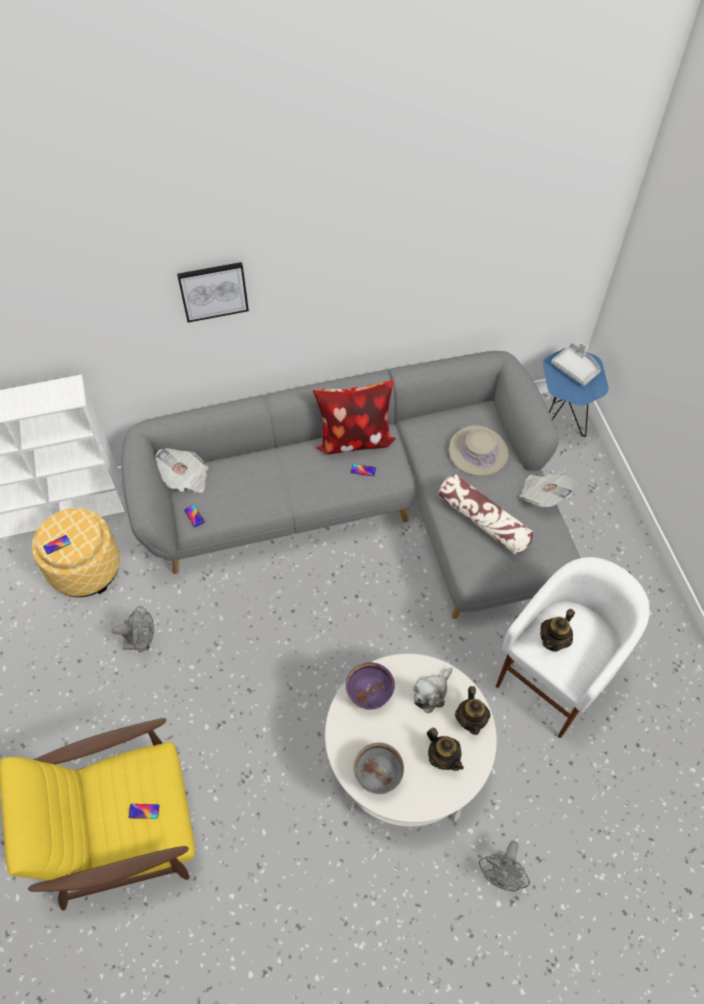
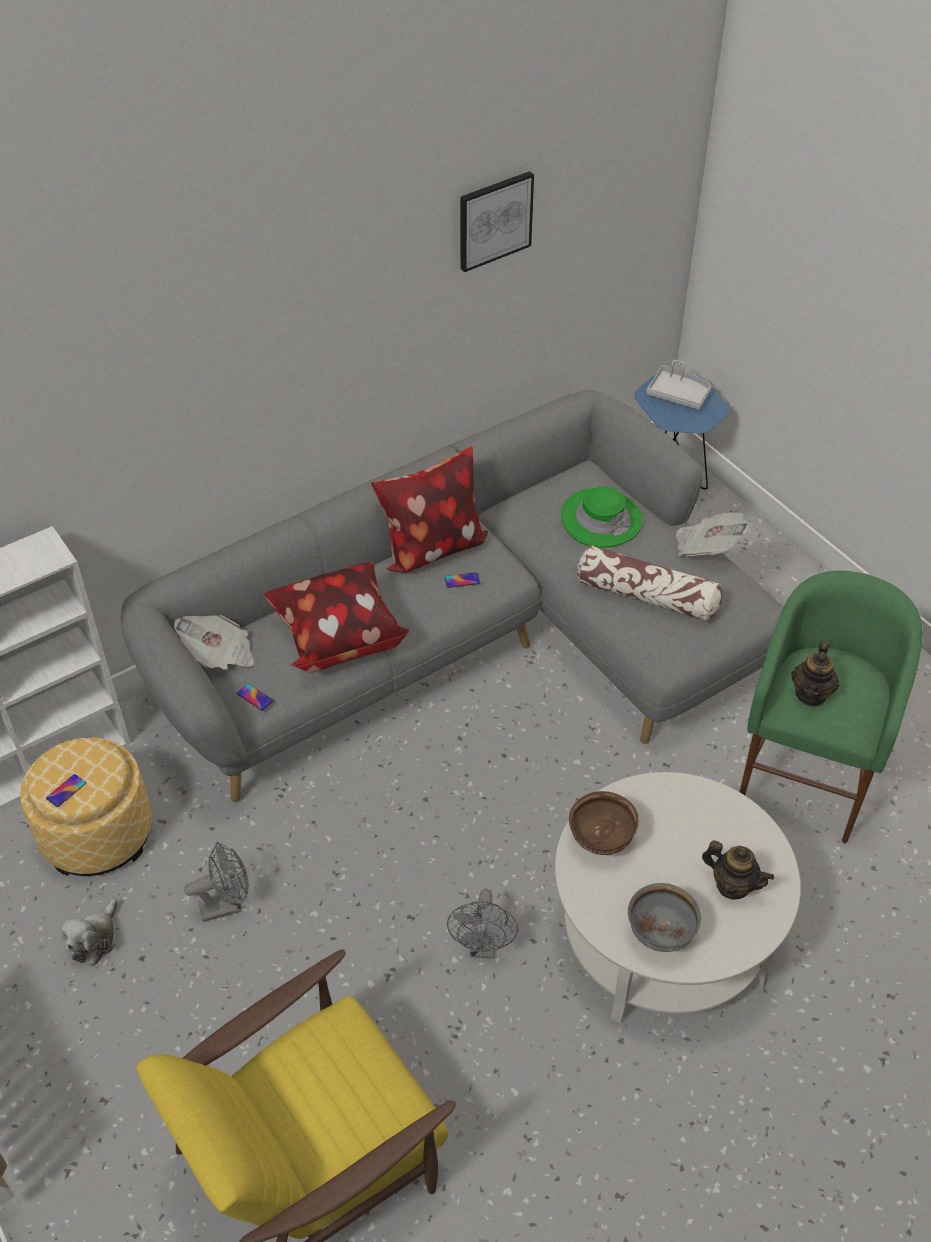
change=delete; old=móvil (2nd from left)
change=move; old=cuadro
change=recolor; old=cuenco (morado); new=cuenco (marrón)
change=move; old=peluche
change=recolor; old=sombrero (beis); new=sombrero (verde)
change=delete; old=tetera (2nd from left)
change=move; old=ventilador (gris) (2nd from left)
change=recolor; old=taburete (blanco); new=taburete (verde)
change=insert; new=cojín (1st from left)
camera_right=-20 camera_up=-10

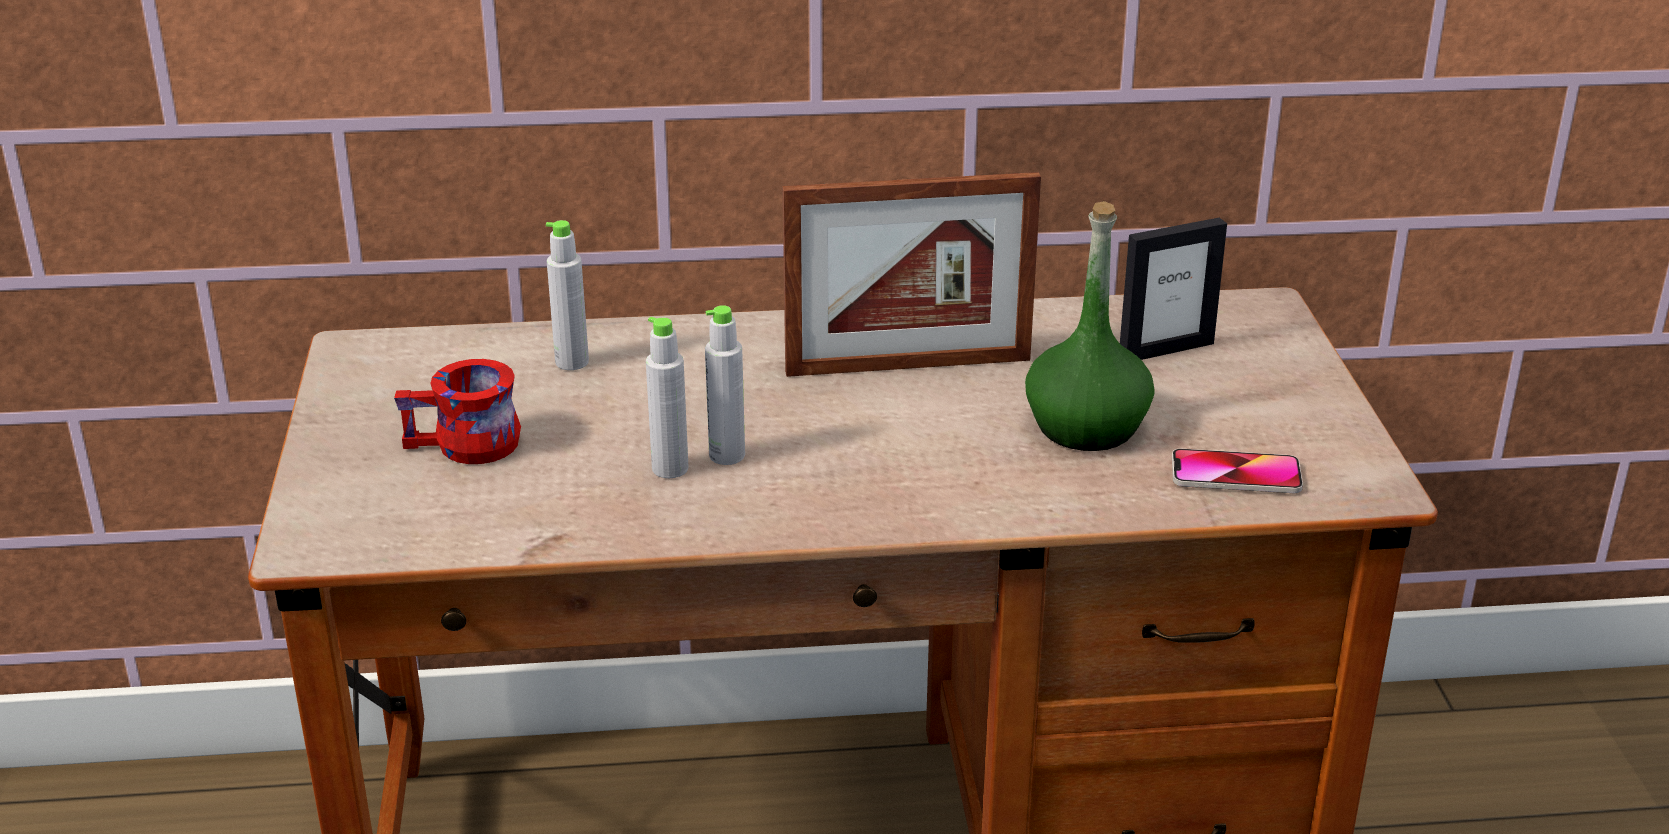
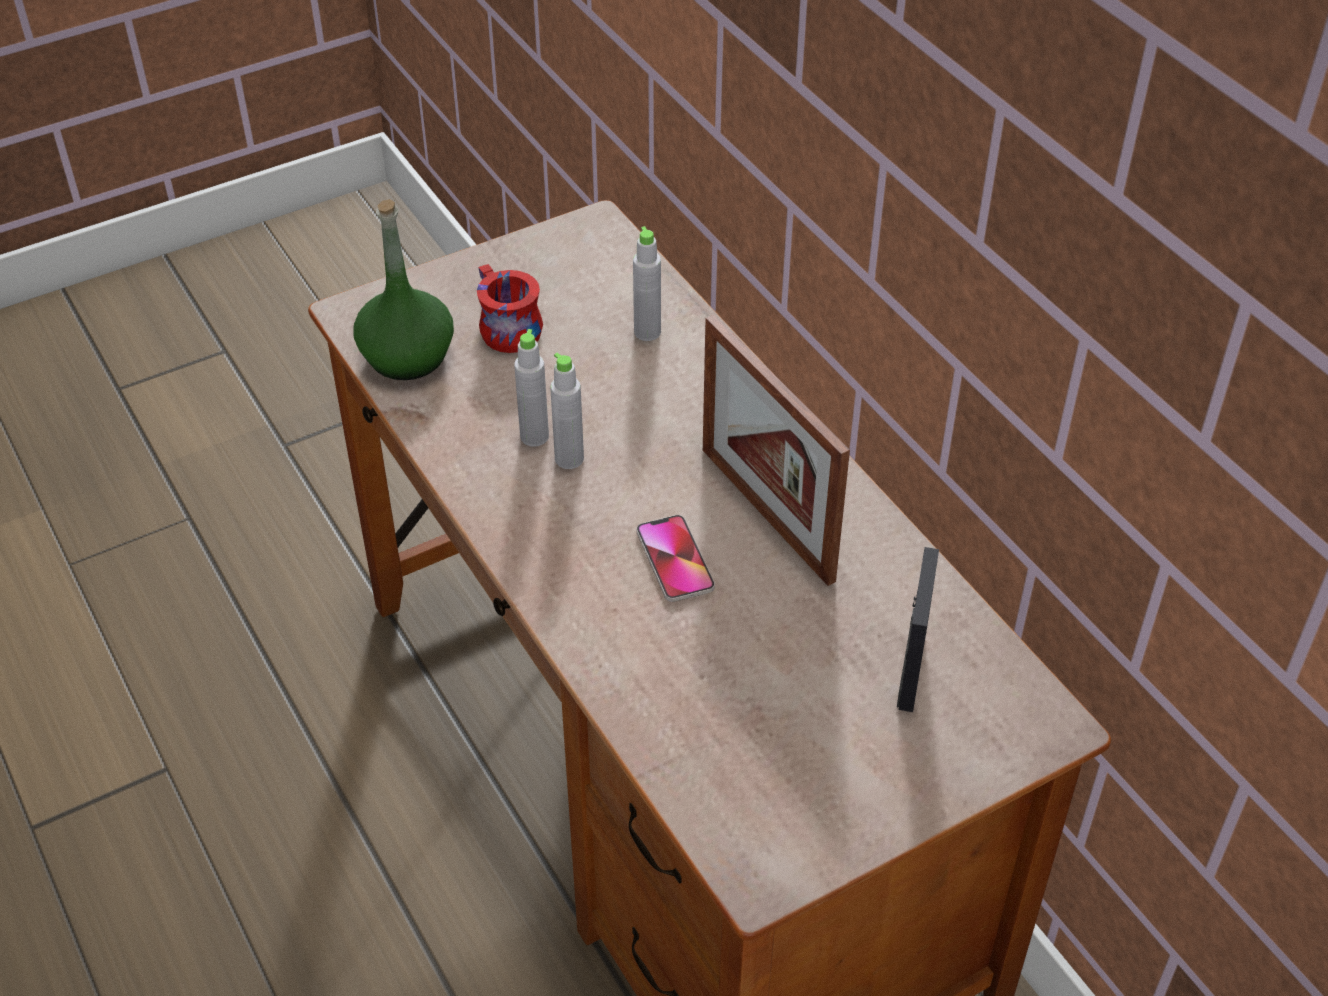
change=move; old=botella (verde)
change=rotate; old=portarretratos (2nd from left); degrees=-120
change=move; old=móvil
camera_right=65 camera_up=15

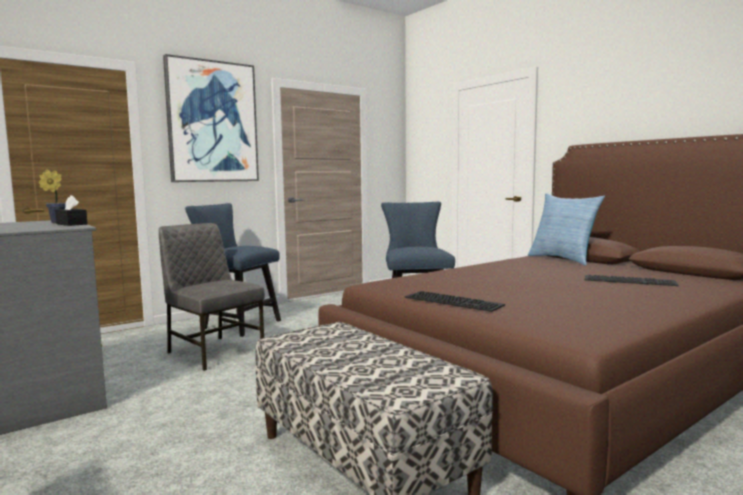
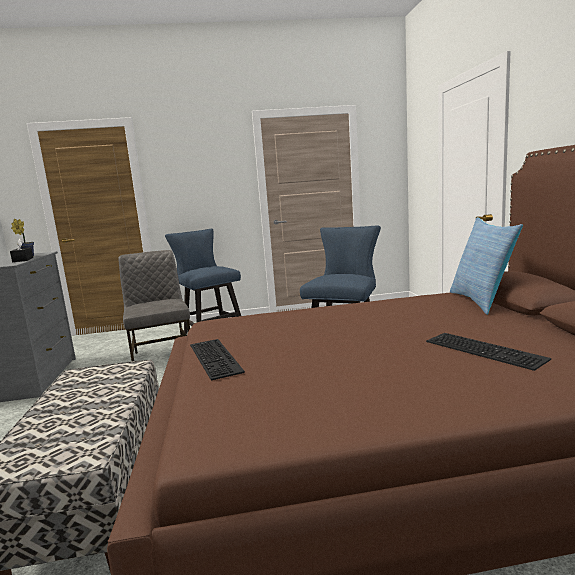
change=delete; old=cuadro
camera_right=30 camera_up=5

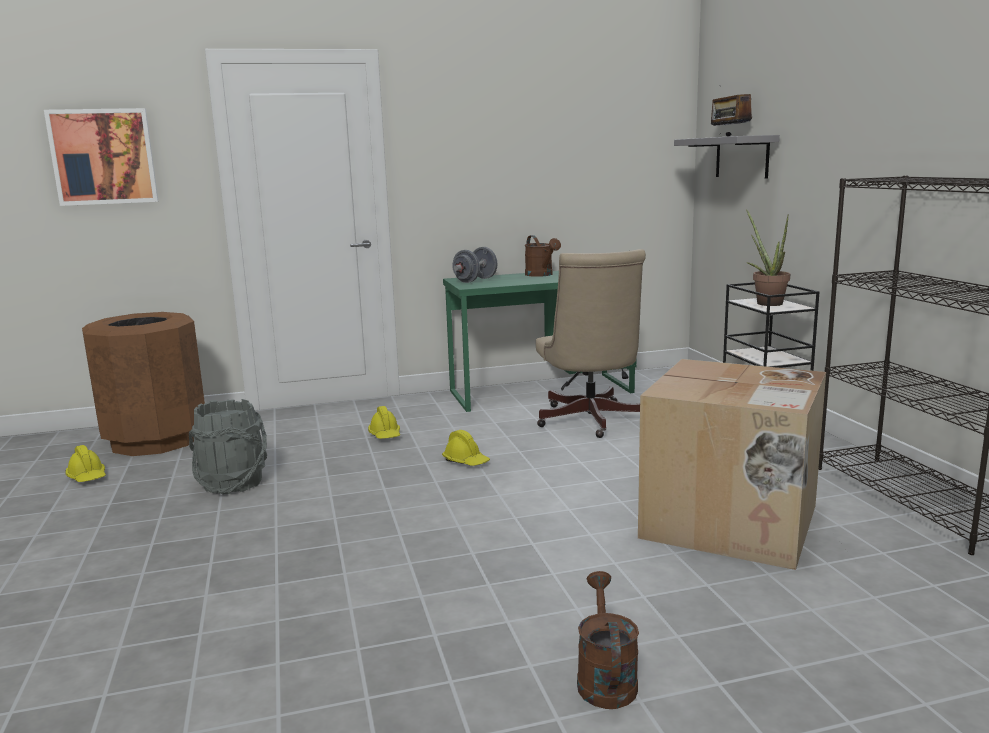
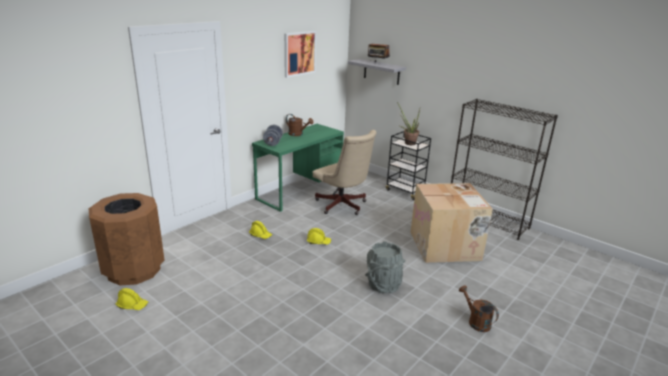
change=move; old=cuadro
change=move; old=cubo (gris)
camera_right=-35 camera_up=10

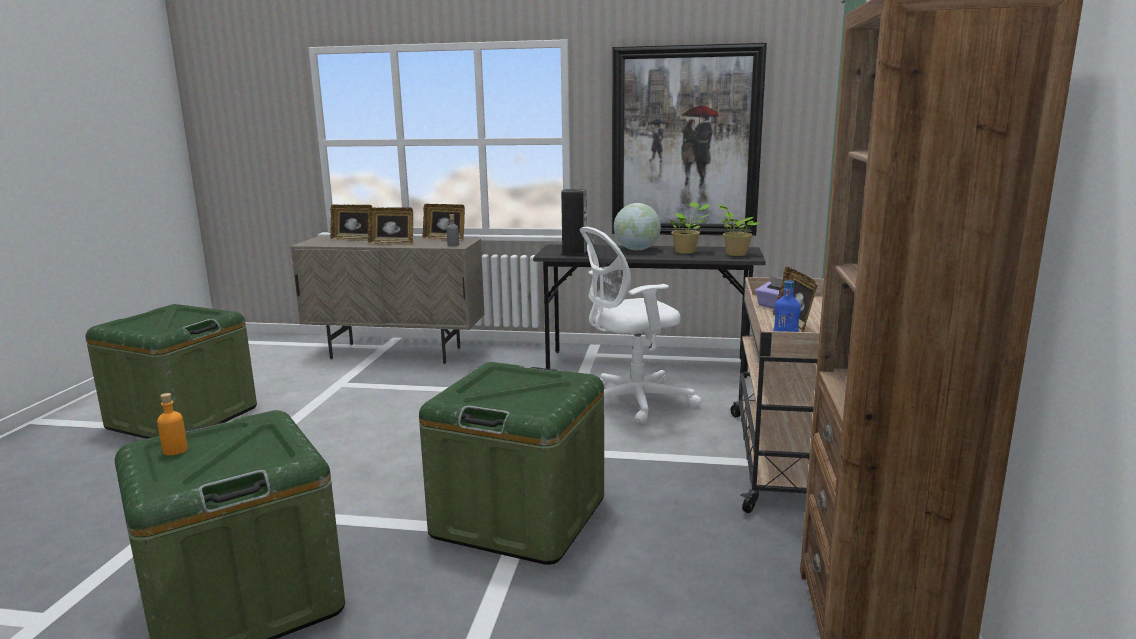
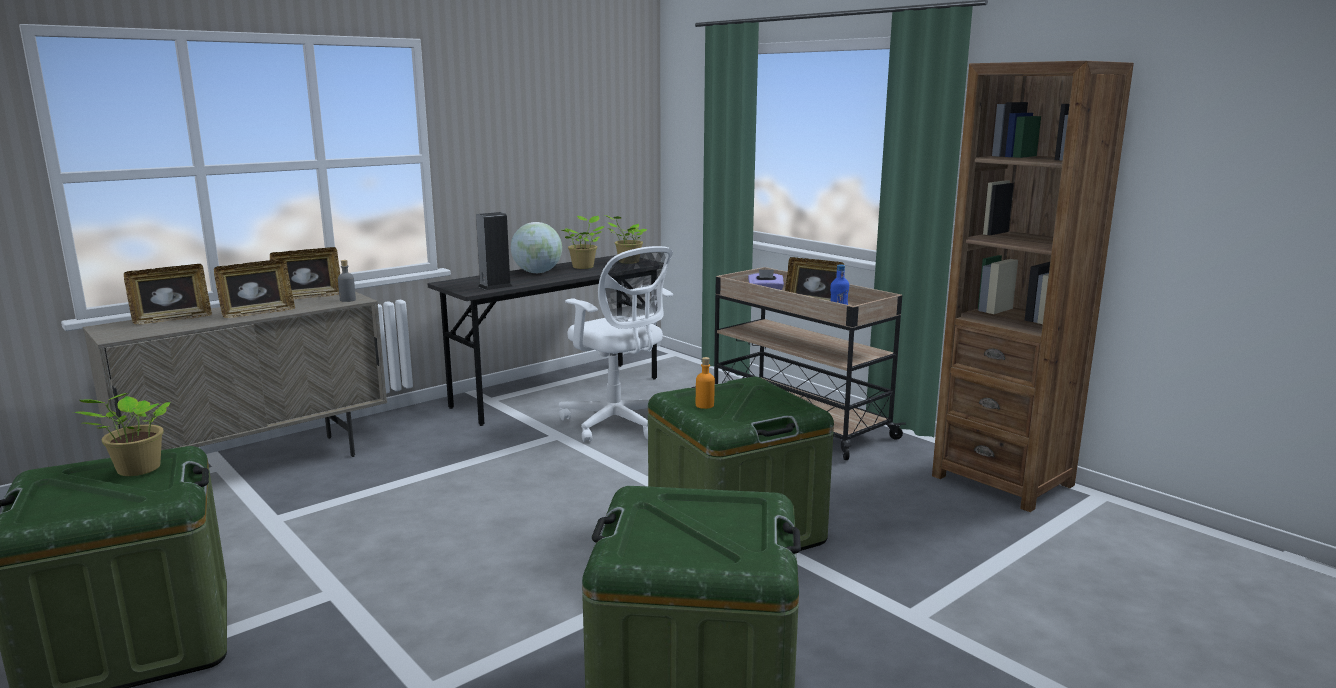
change=move; old=botella (naranja)
change=rotate; old=silla de oficina (blanco); degrees=-60
change=delete; old=cuadro
change=insert; new=planta en maceta (1st from left)
camera_right=-50 camera_up=0

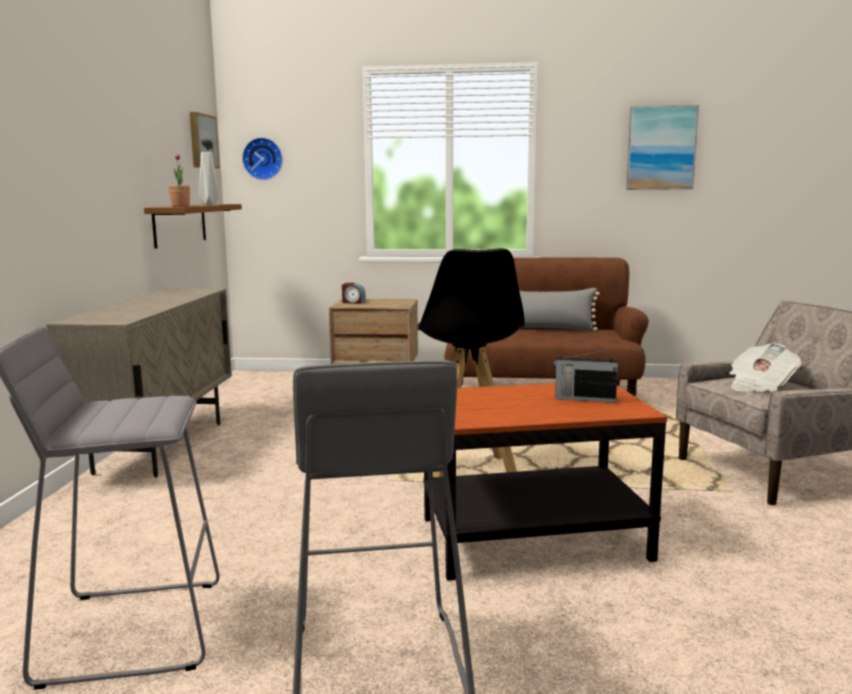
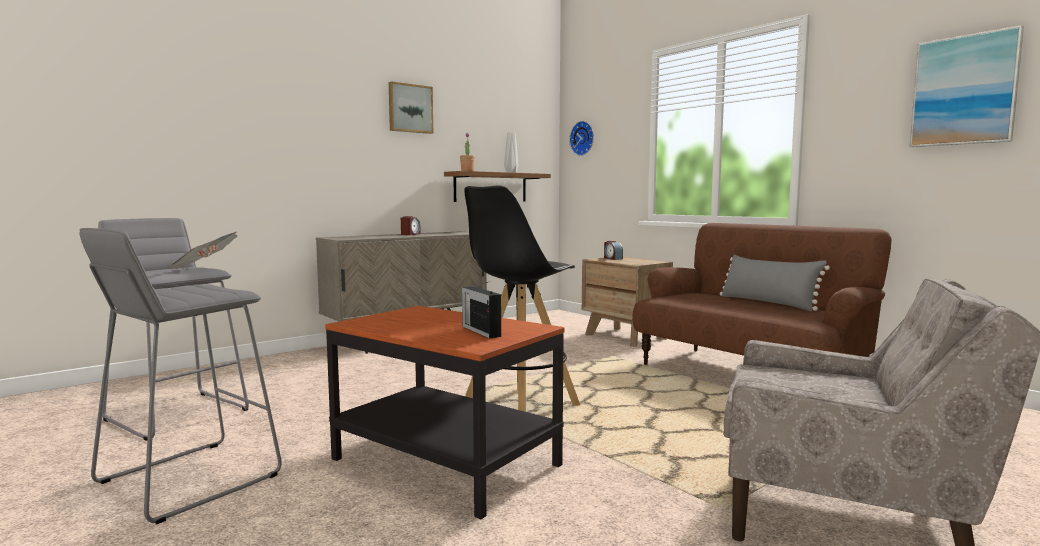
change=move; old=cuadro (1st from left)
change=move; old=periódico
change=insert; new=despertador (1st from left)
camera_right=45 camera_up=-5

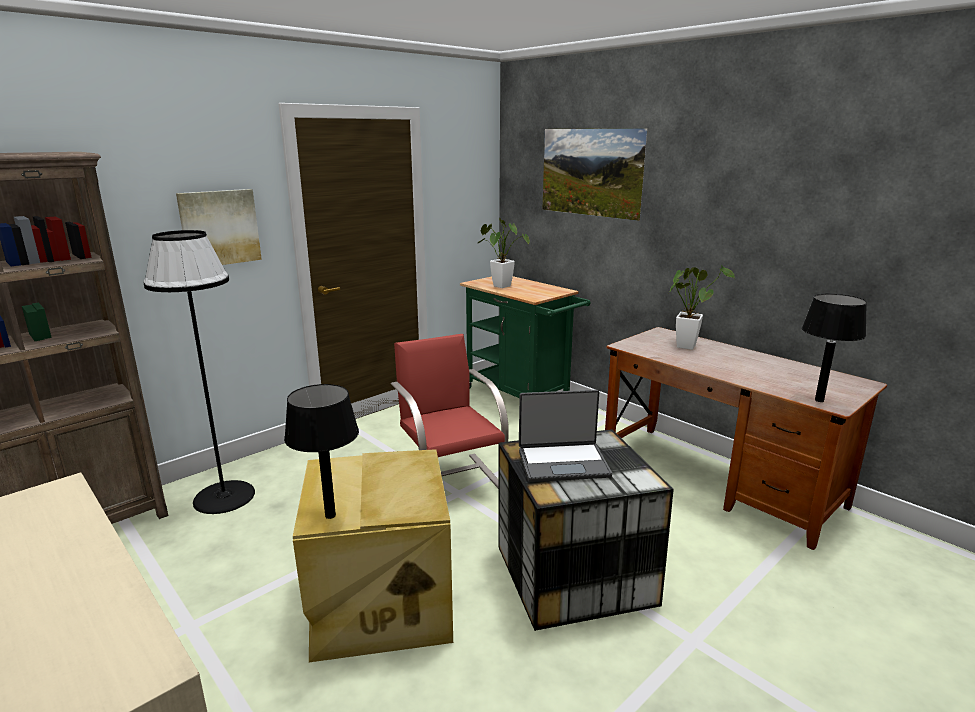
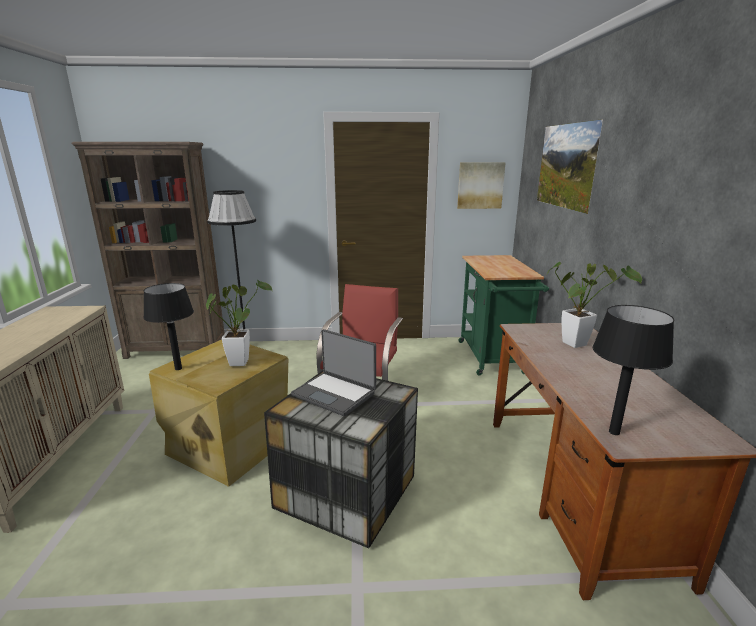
change=move; old=cuadro (1st from left)
change=move; old=planta en maceta (1st from left)
camera_right=40 camera_up=0

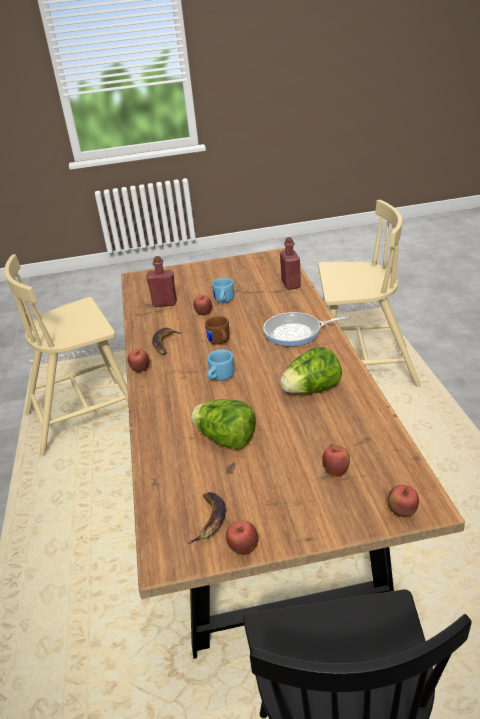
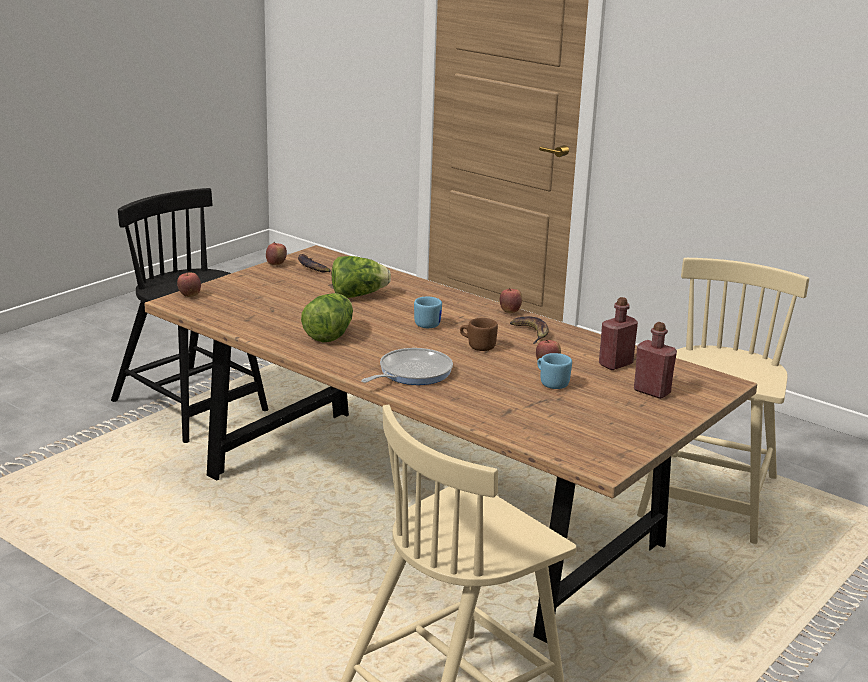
change=move; old=botella (rojo) (2nd from left)
change=delete; old=manzana (4th from left)
camera_right=135 camera_up=-10

